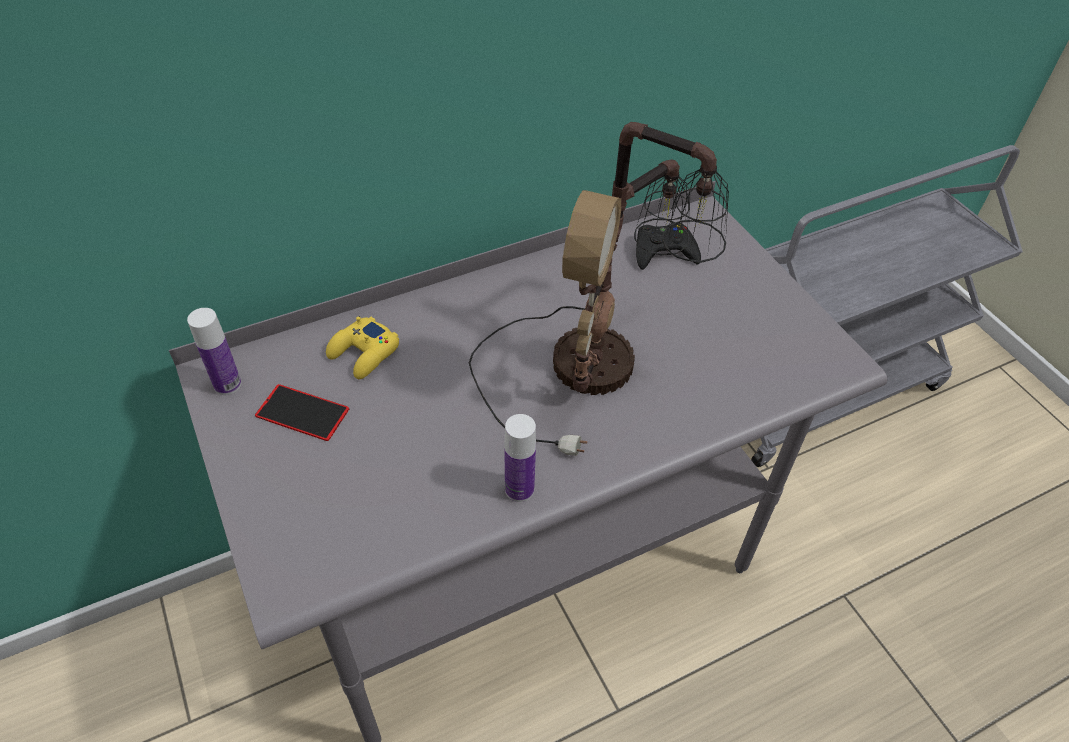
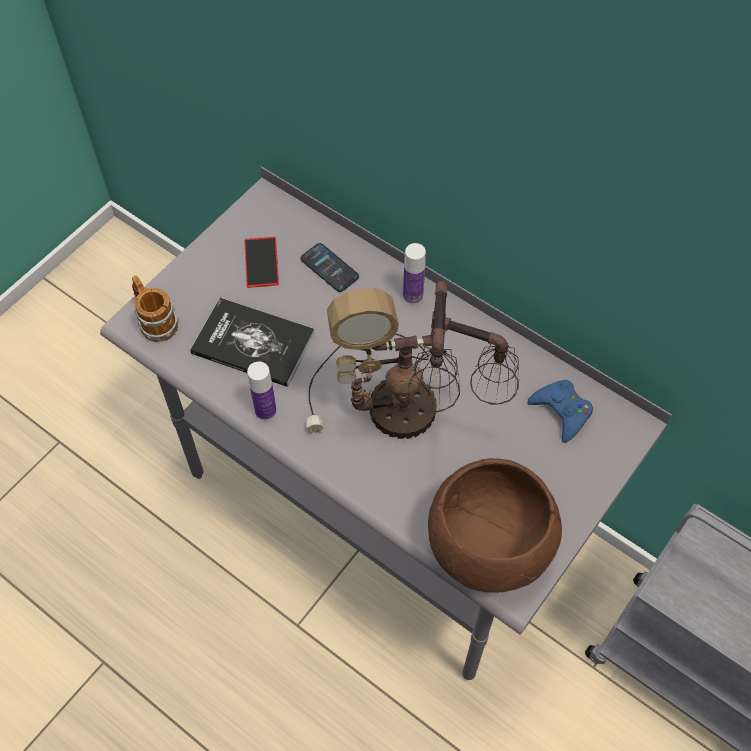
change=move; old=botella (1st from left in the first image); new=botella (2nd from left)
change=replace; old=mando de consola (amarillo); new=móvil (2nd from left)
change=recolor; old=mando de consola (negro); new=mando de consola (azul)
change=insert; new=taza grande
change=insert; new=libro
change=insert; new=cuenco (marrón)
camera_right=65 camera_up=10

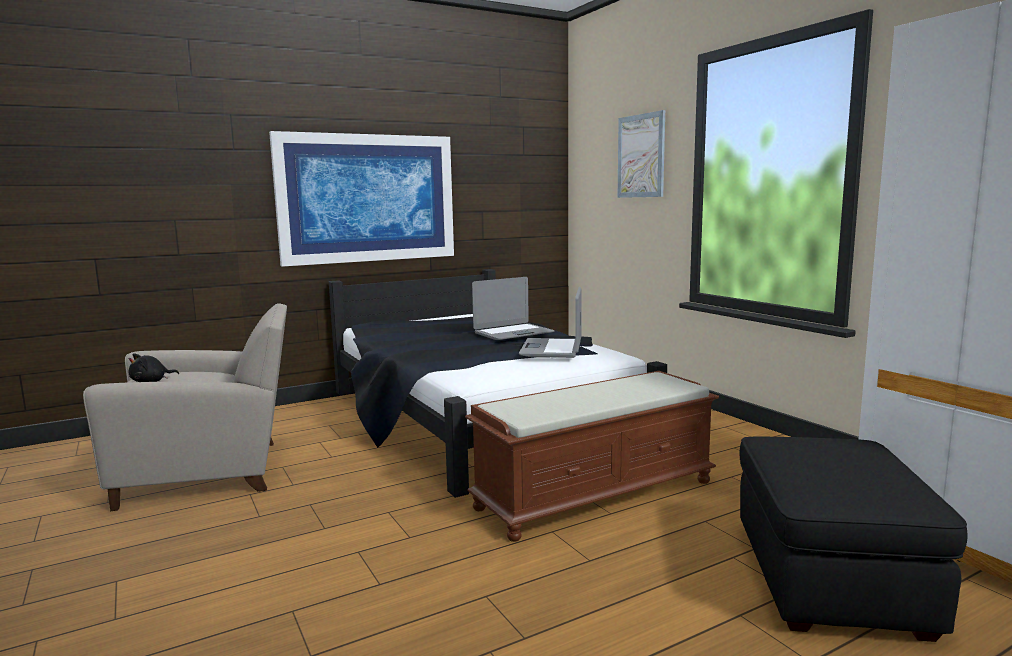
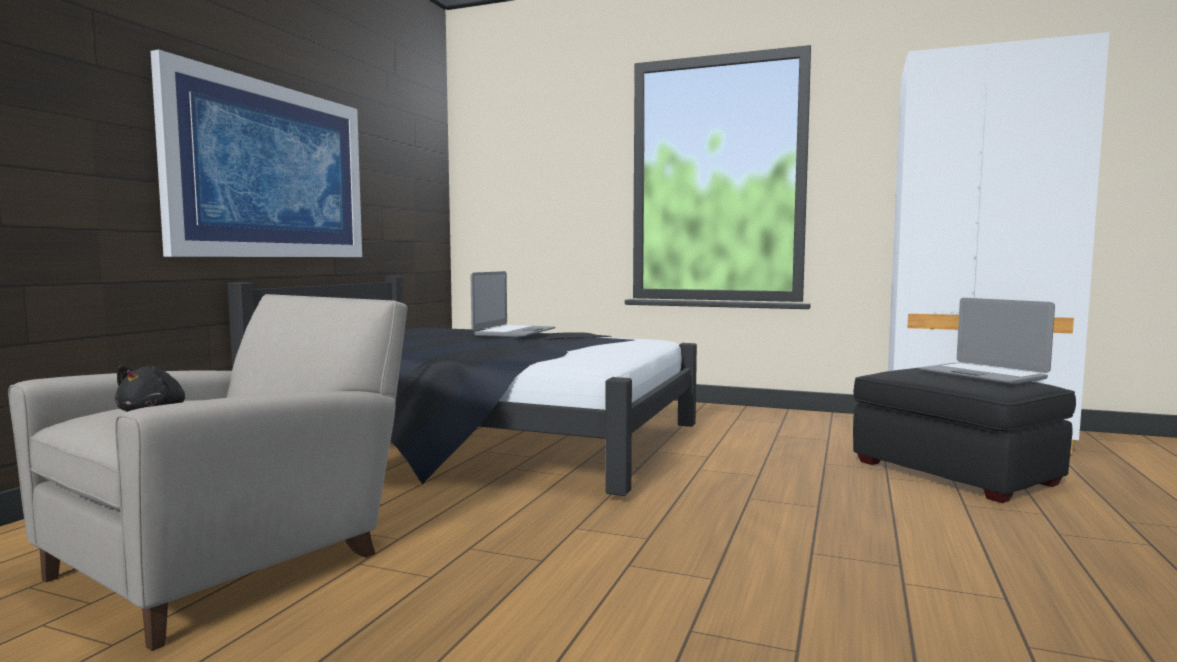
change=delete; old=banco (marrón)
change=move; old=portátil (2nd from left)
change=delete; old=cuadro (2nd from left)
camera_right=-40 camera_up=-5

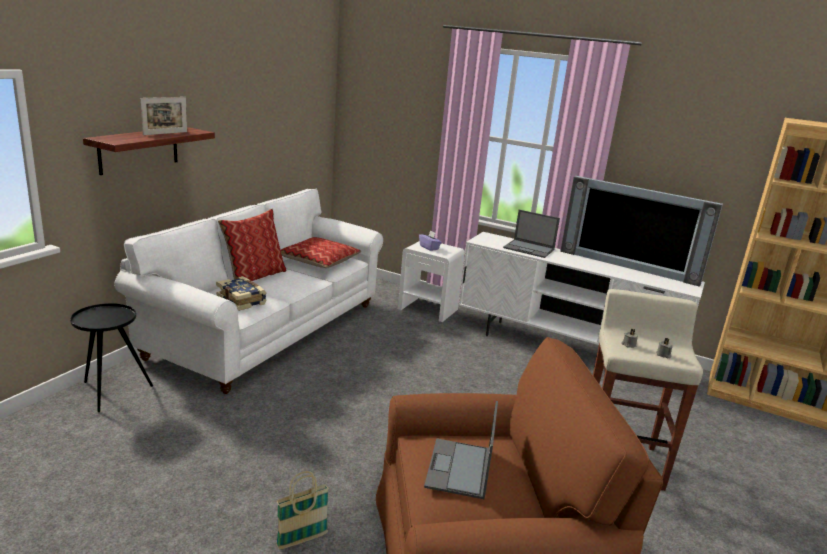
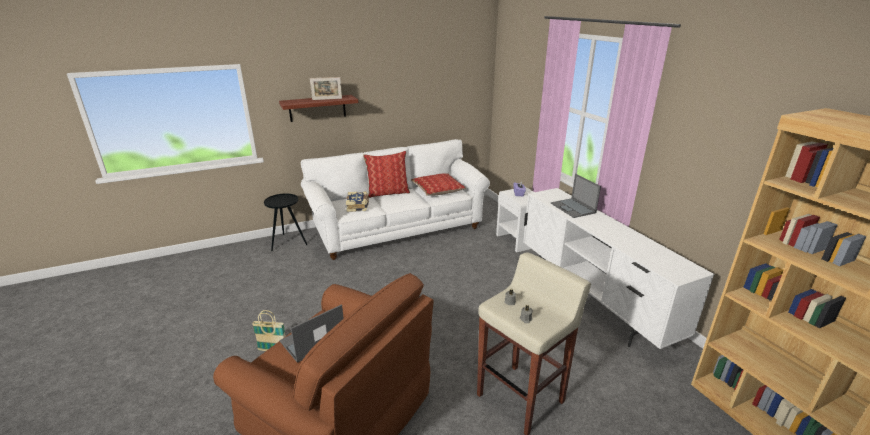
change=delete; old=televisor
camera_right=40 camera_up=5

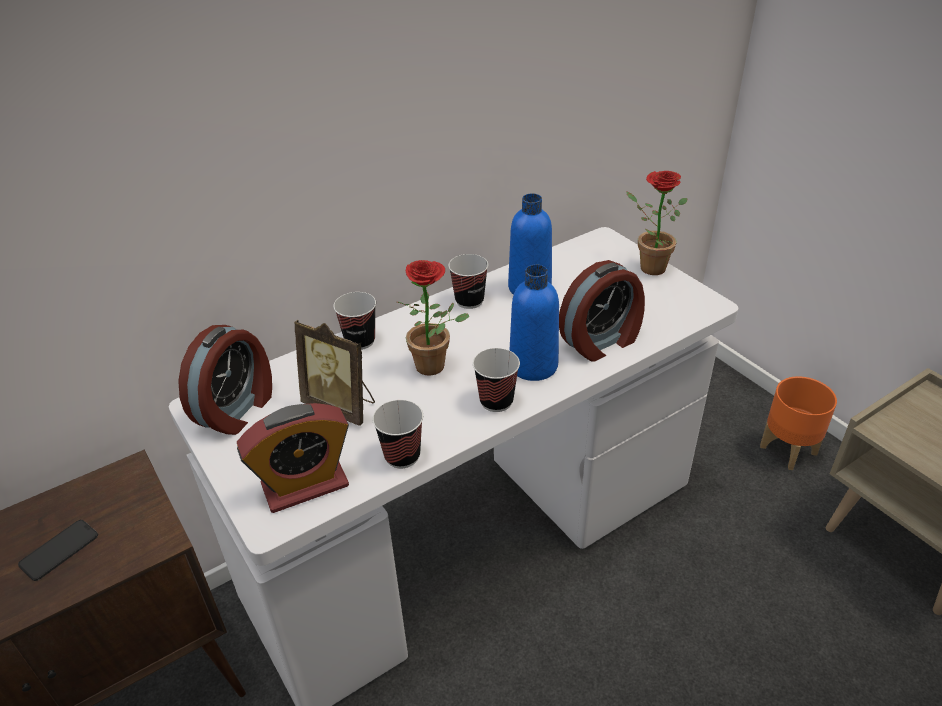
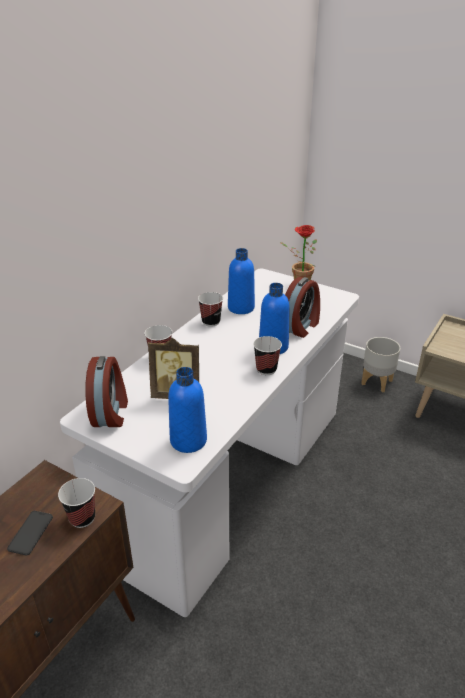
change=replace; old=despertador (2nd from left); new=botella (azul) (1st from left)
change=move; old=taza (2nd from left in the first image); new=taza (1st from left)
change=delete; old=planta en maceta (1st from left)
change=recolor; old=maceta (naranja); new=maceta (gris)
camera_right=-25 camera_up=-5

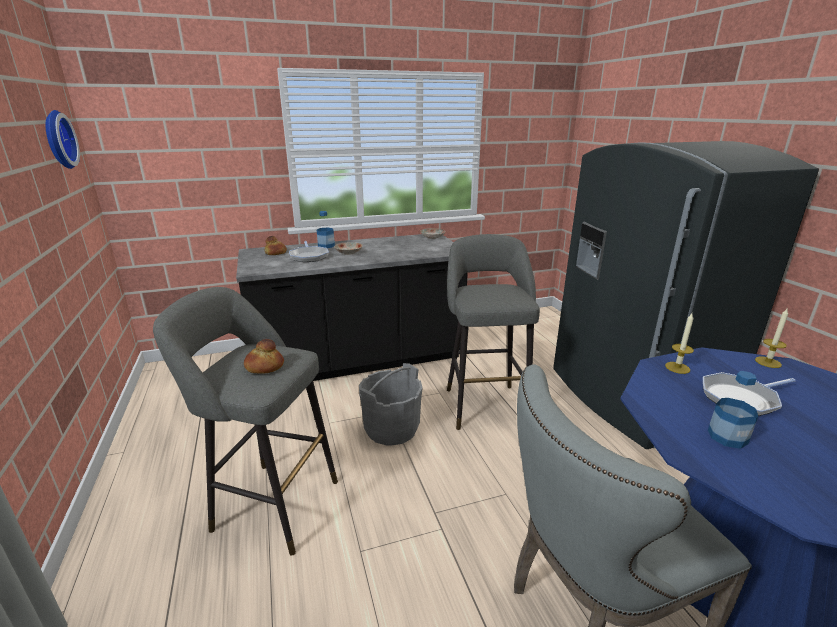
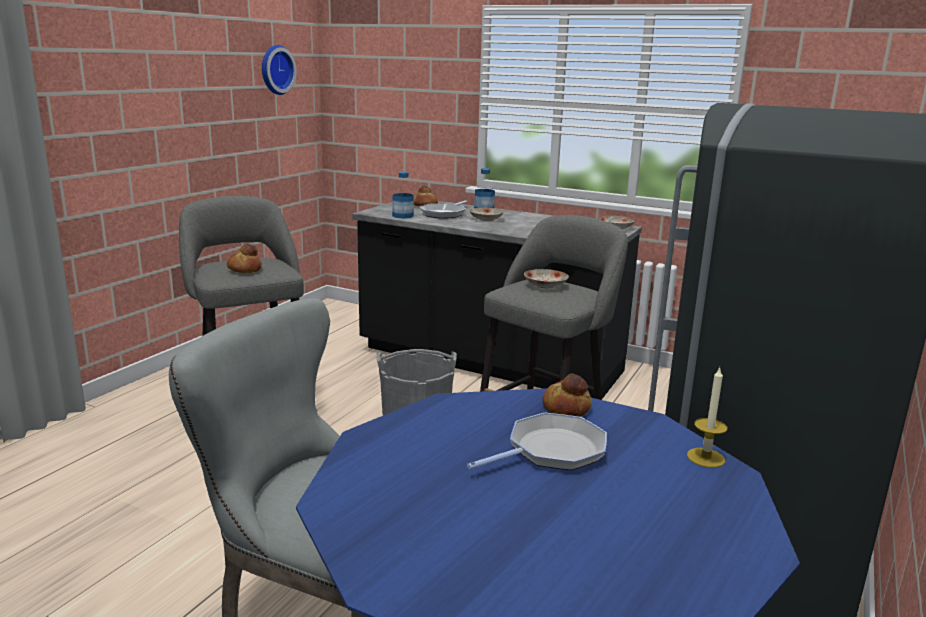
change=replace; old=vela (1st from left); new=pan (3rd from left)
change=rotate; old=sartén (2nd from left); degrees=120
change=move; old=botella (2nd from left in the first image); new=botella (1st from left)
change=insert; new=plato (2nd from left)
camera_right=45 camera_up=-5

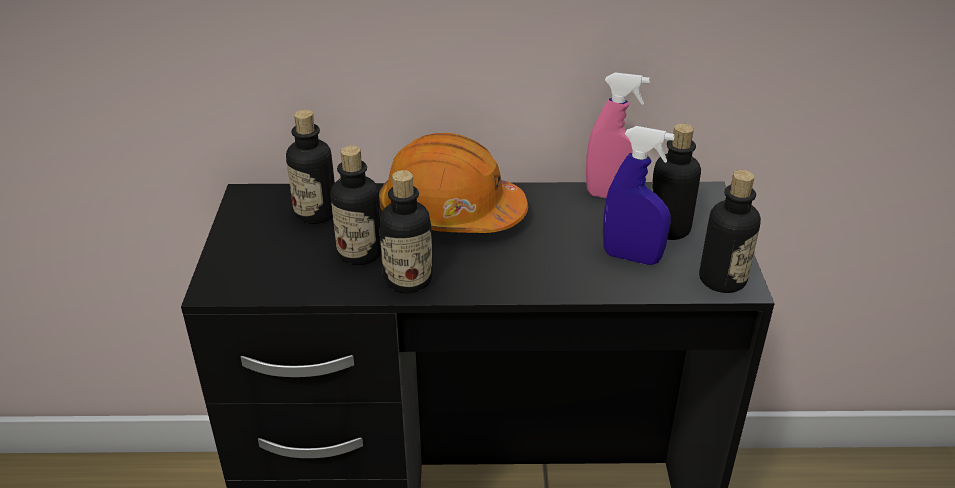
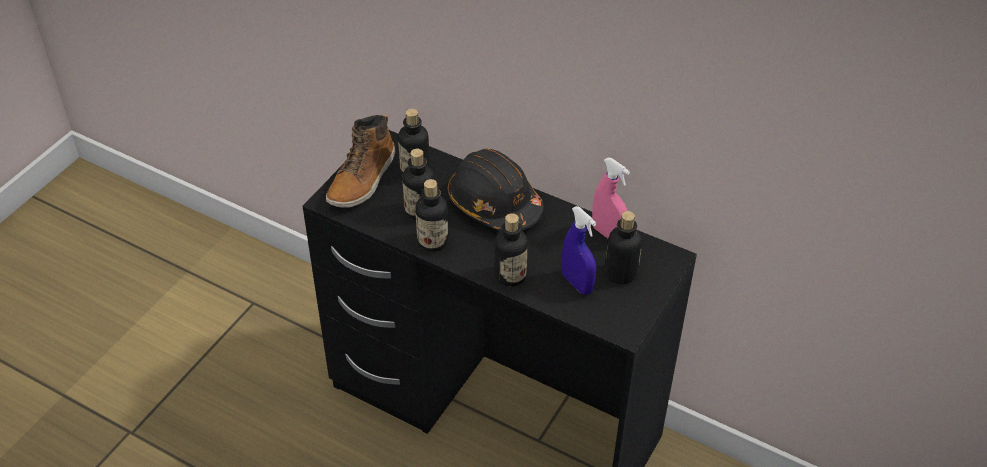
change=recolor; old=casco (naranja); new=casco (negro)
change=move; old=botella (5th from left in the first image); new=botella (4th from left)
change=insert; new=bota
camera_right=30 camera_up=10

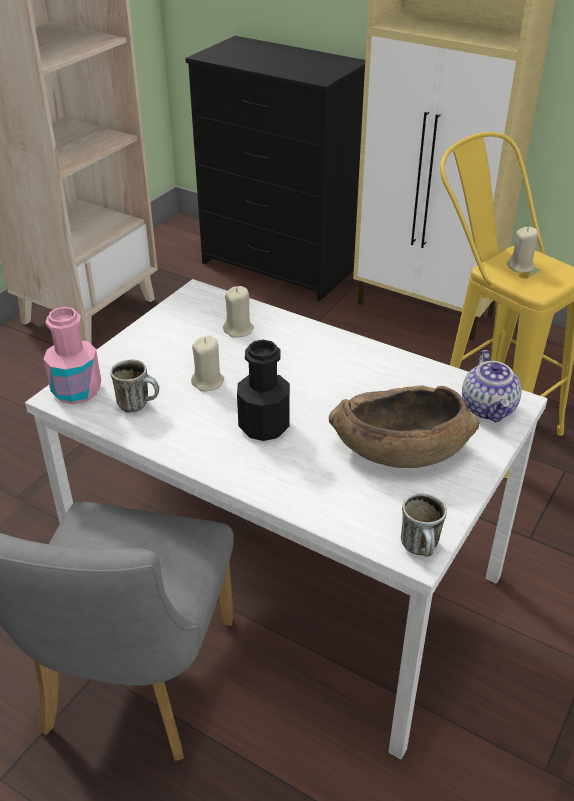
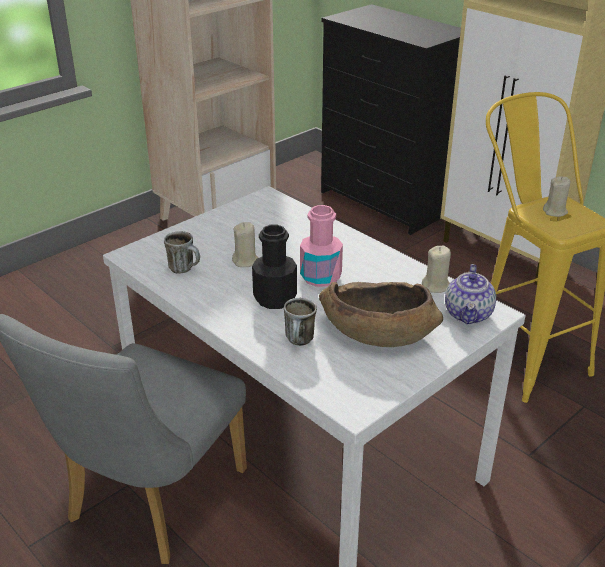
change=move; old=botella (rosa)
change=move; old=vela (beis) (2nd from left)
change=move; old=taza grande (2nd from left)
camera_right=15 camera_up=-5

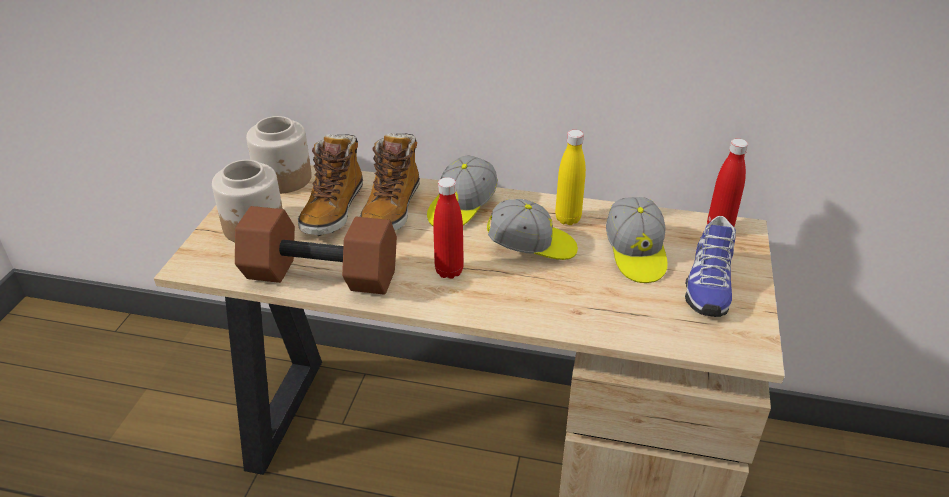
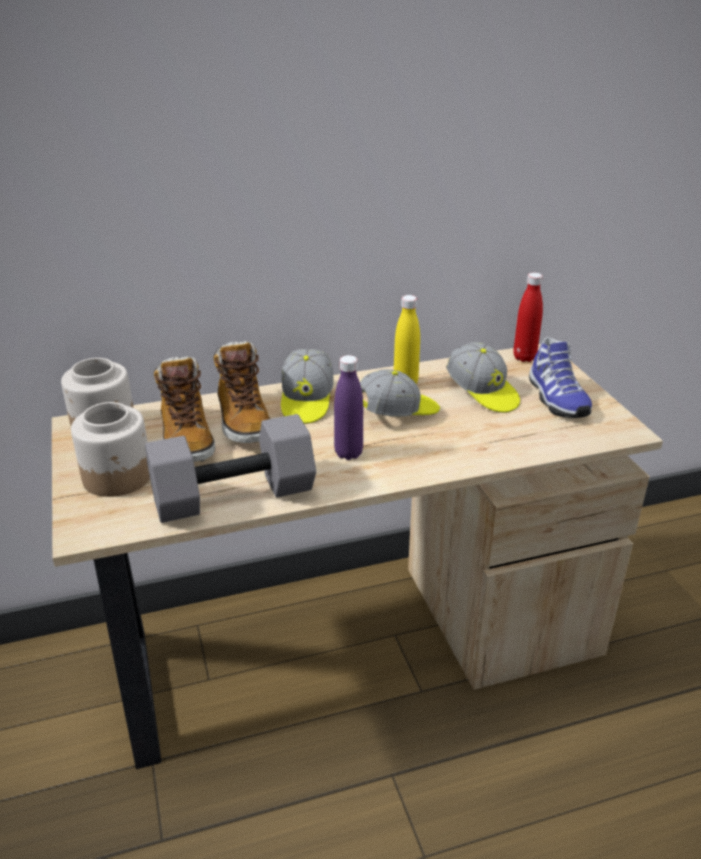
change=recolor; old=mancuerna (marrón); new=mancuerna (gris)
change=recolor; old=botella (rojo) (1st from left); new=botella (morado)
camera_right=-30 camera_up=-5

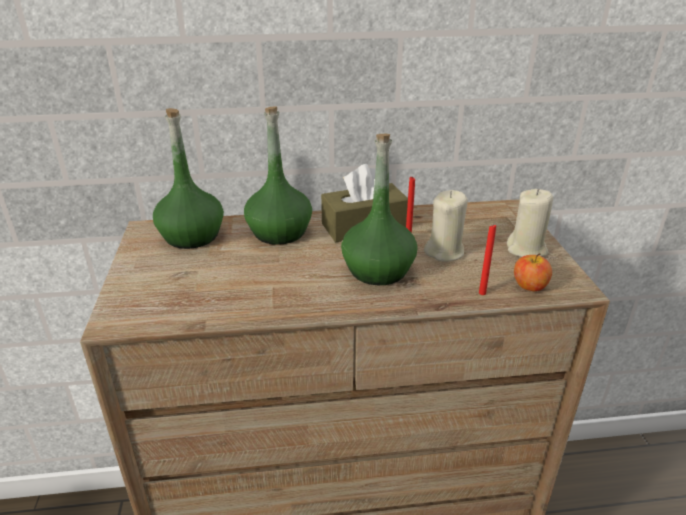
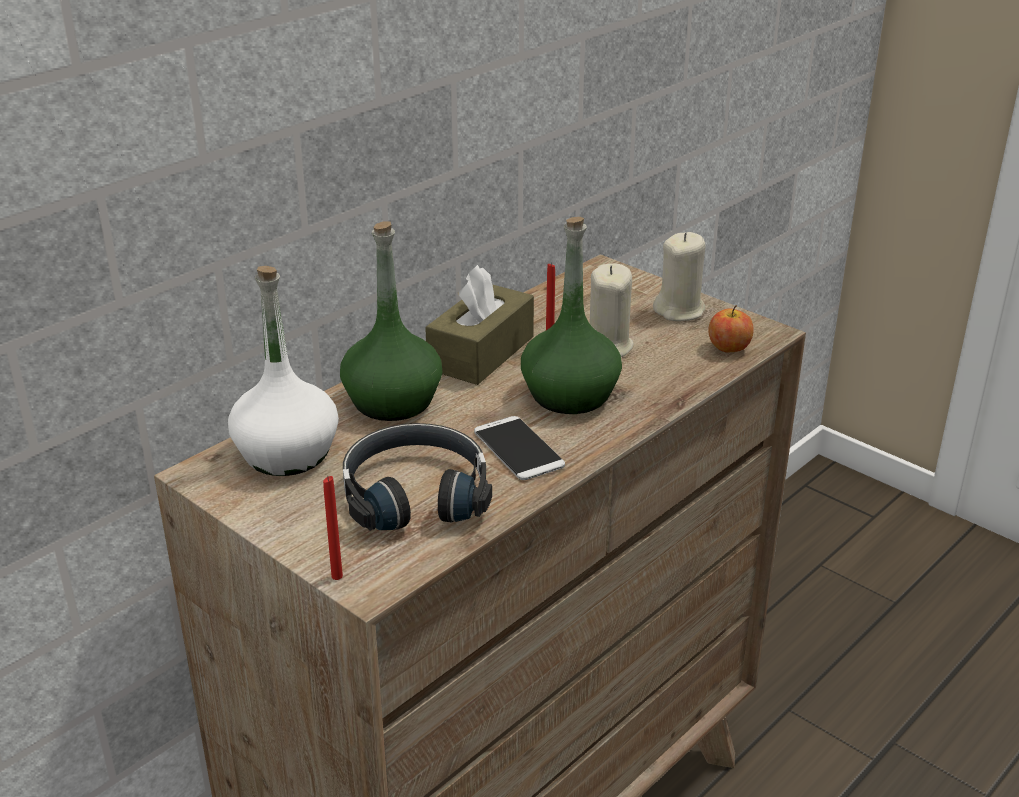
change=recolor; old=botella (verde) (1st from left); new=botella (blanco)
change=move; old=vela (rojo) (2nd from left in the first image); new=vela (rojo) (1st from left)
change=insert; new=auriculares (negro)
change=insert; new=móvil
camera_right=-40 camera_up=0

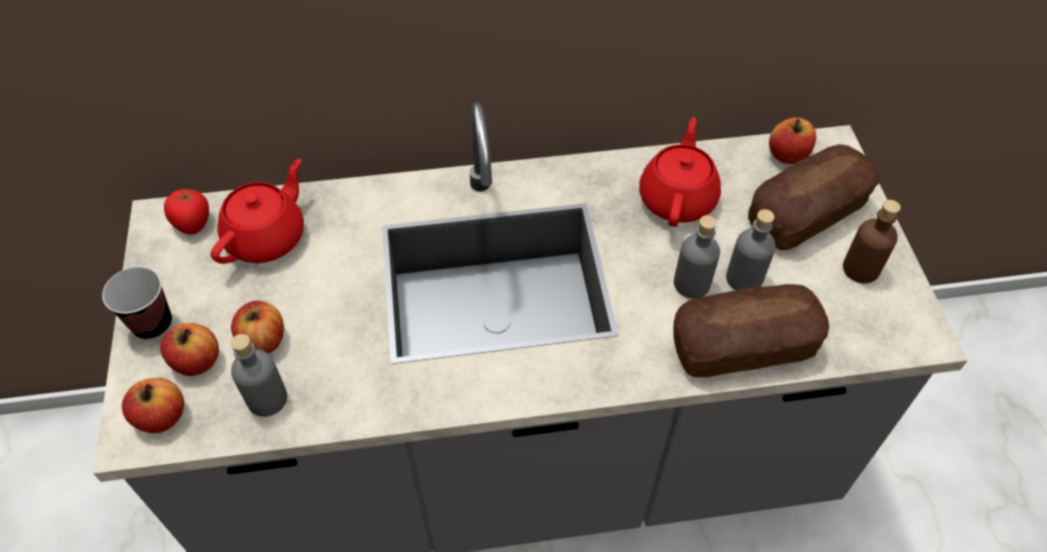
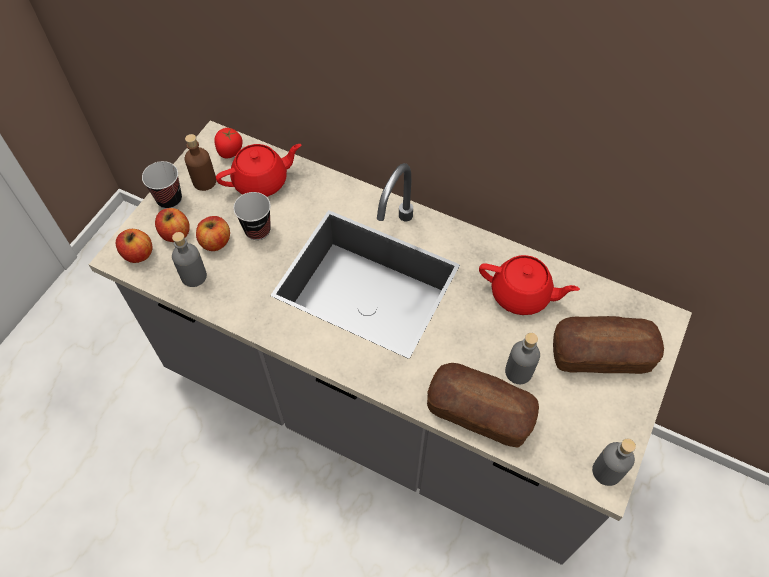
change=rotate; old=tetera (rojo) (2nd from left); degrees=60
change=move; old=botella (gris) (2nd from left in the first image); new=botella (gris) (3rd from left)
change=delete; old=manzana (4th from left)
change=move; old=botella (marrón)
change=insert; new=taza (2nd from left)
camera_right=35 camera_up=5

